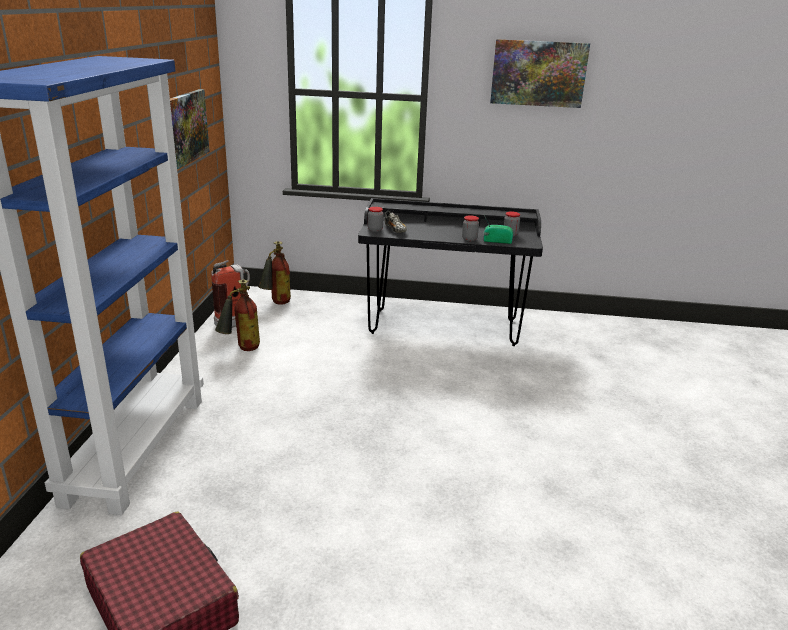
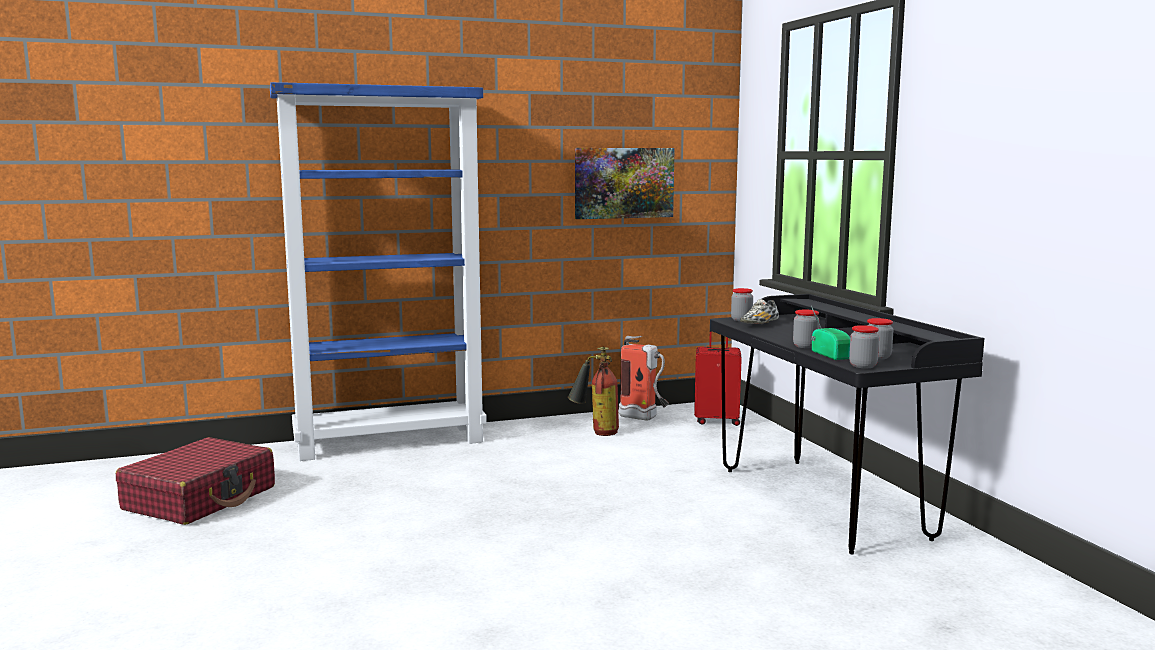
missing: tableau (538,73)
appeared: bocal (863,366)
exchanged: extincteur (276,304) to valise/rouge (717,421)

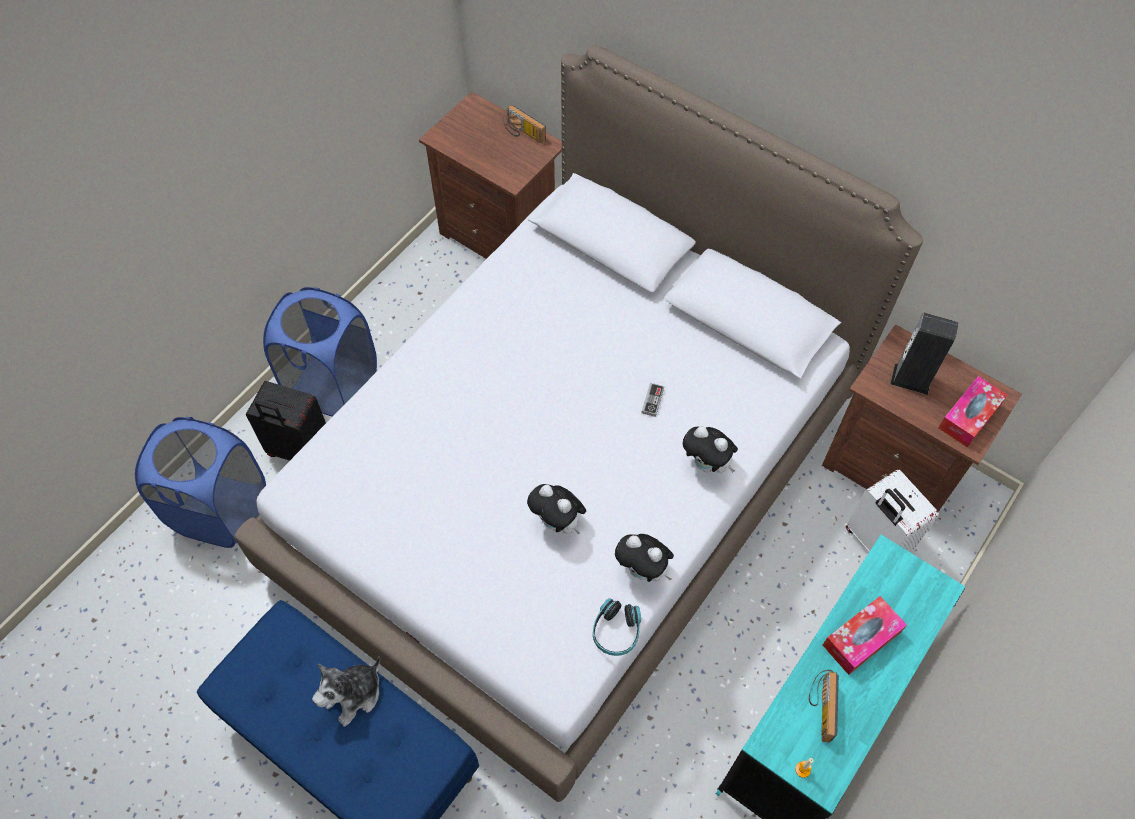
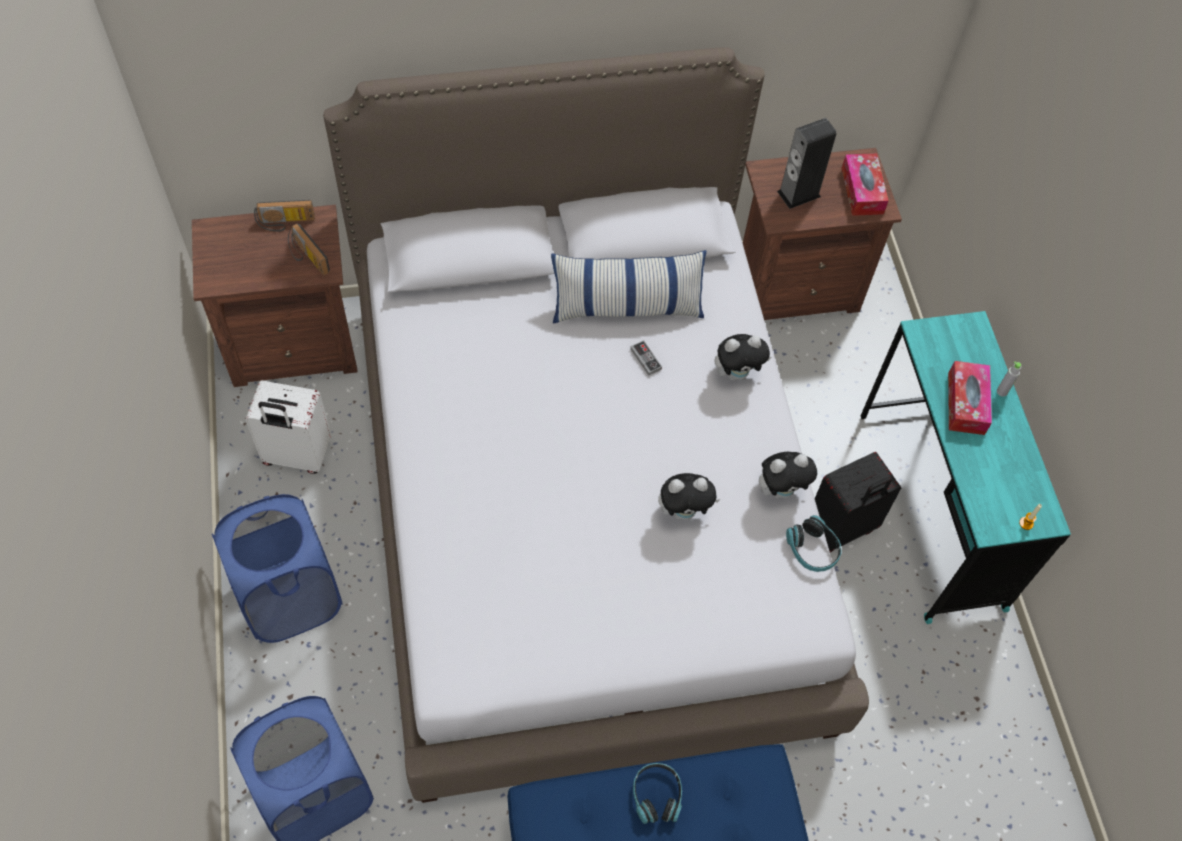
appeared: coussin (627,307); bouteille/gris (1002,391)
relocated: valise/noir (298,450) to (841,528); radio (820,707) to (306,258); valise/blanc (875,541) to (296,455)
exchanged: peluche (354,695) to casque audio (656,796)

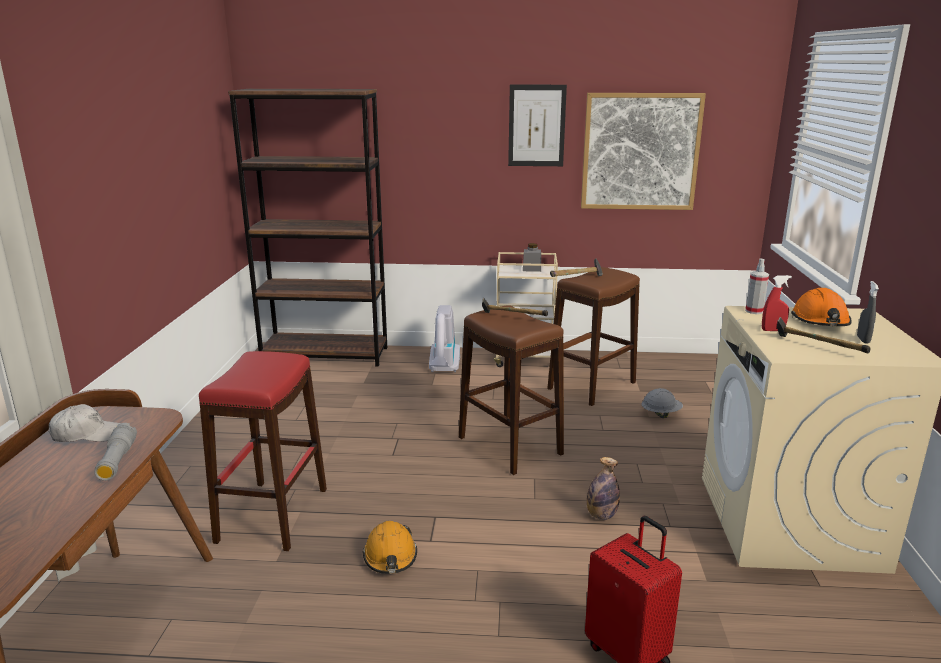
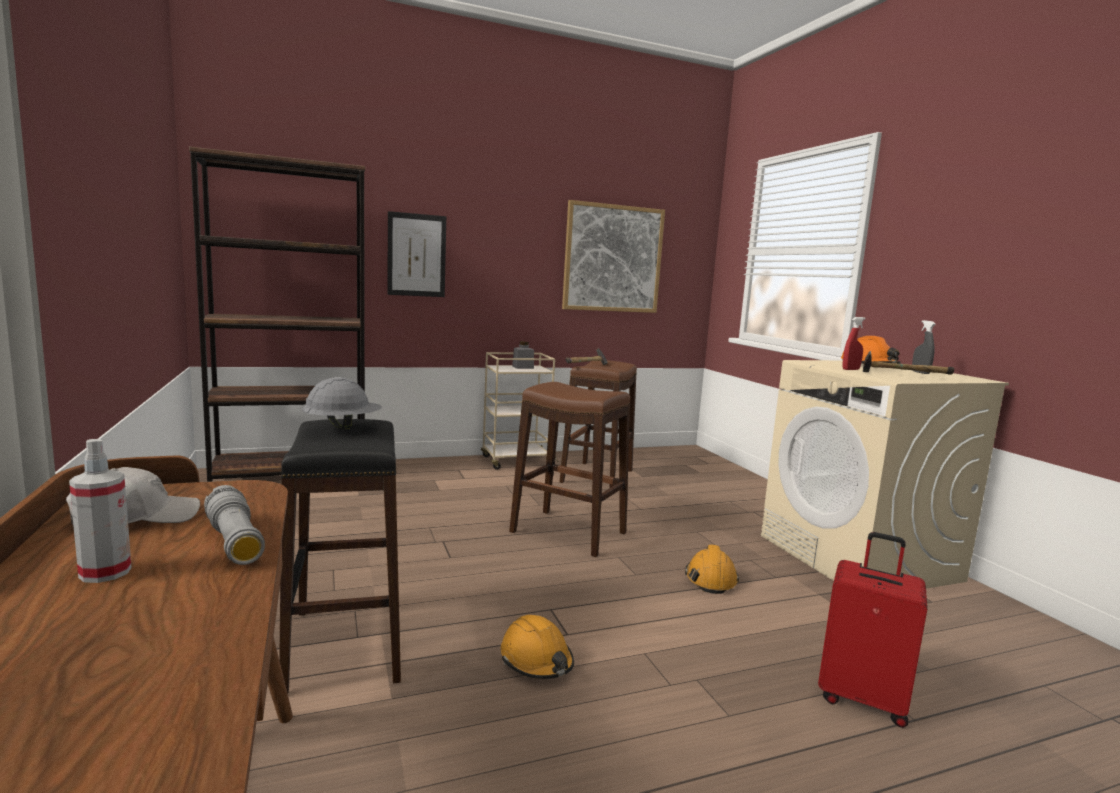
missing: aspirateur (444,372); marteau (512,317)
relocated: tableau (536,126) to (416,255); casque de chantier/gris (660,414) to (343,428); vaporisateur (754,311) to (105,572)
exchanged: bouteille (601,515) to casque de chantier/orange (710,578)
colour: tabouret/rouge (273,514) to tabouret/noir (345,644)

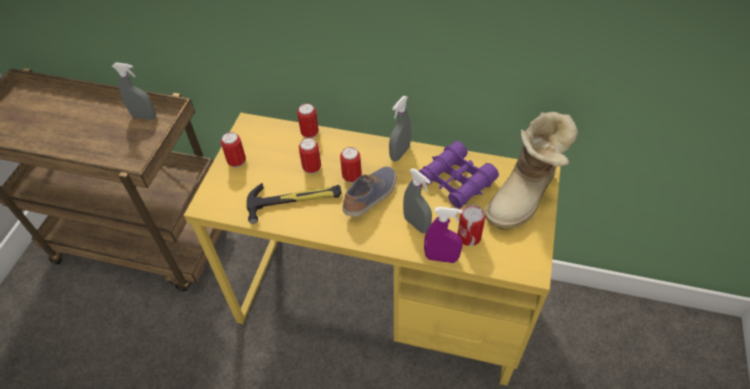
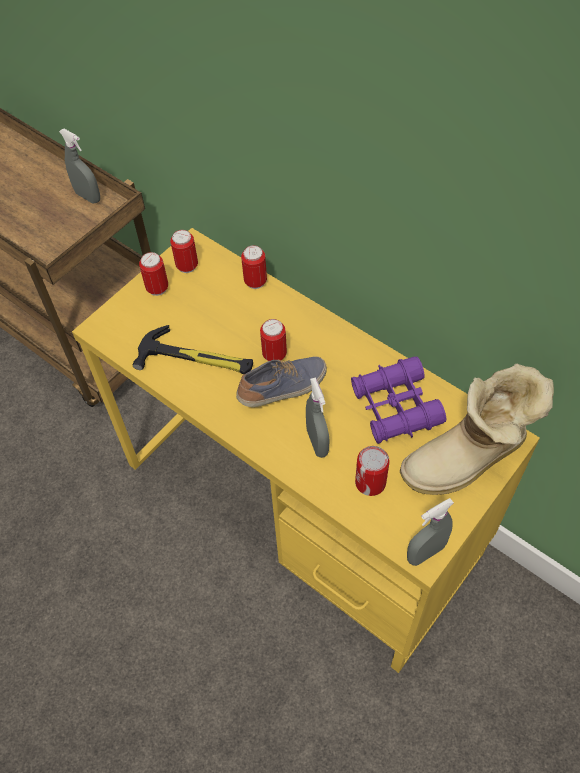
missing: vaporisateur/violet (441,258)
relocated: boîte métallique (312,168) to (187,266); vaporisateur/gris (400,153) to (425,553)

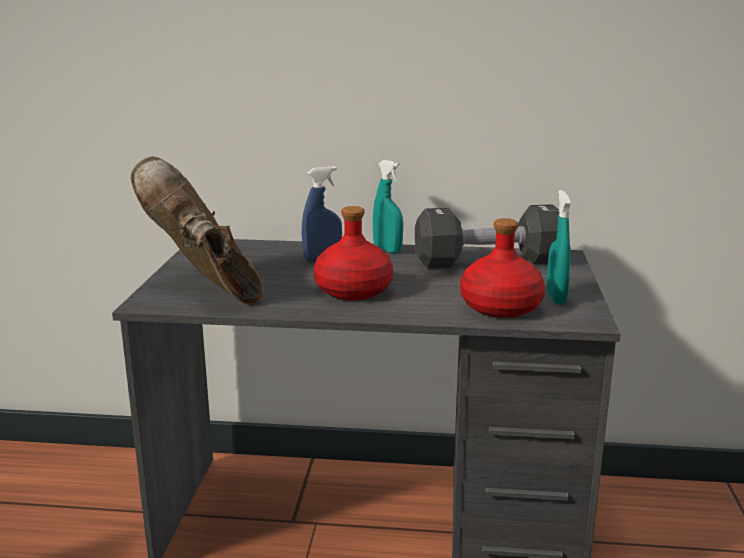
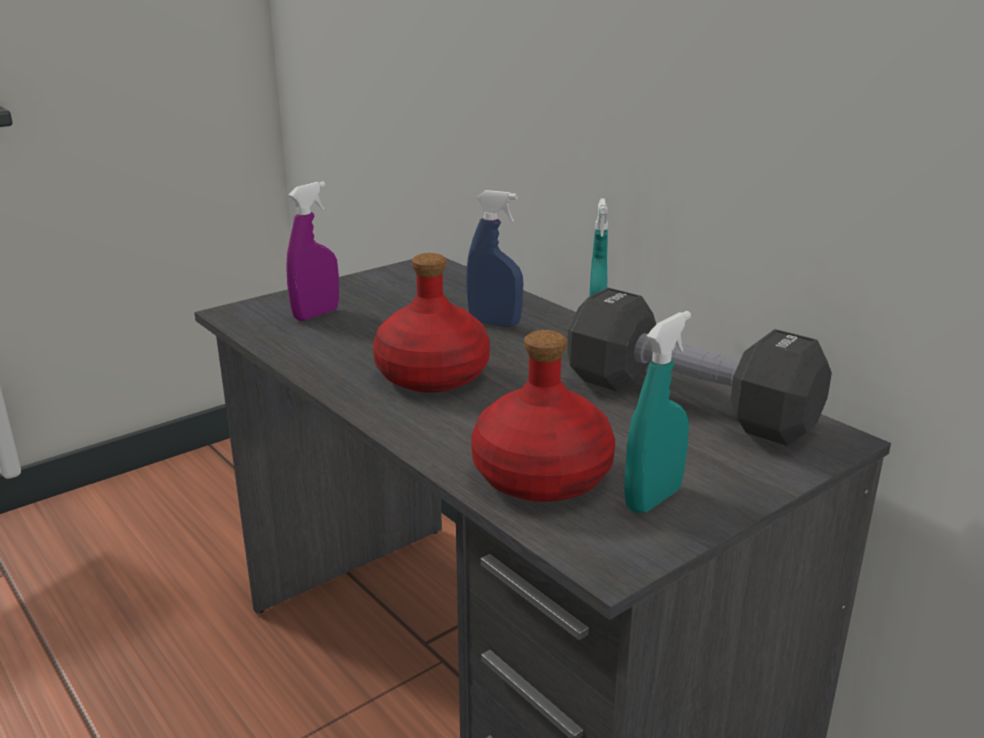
exchanged: botte/marron (206,287) to vaporisateur/violet (316,314)

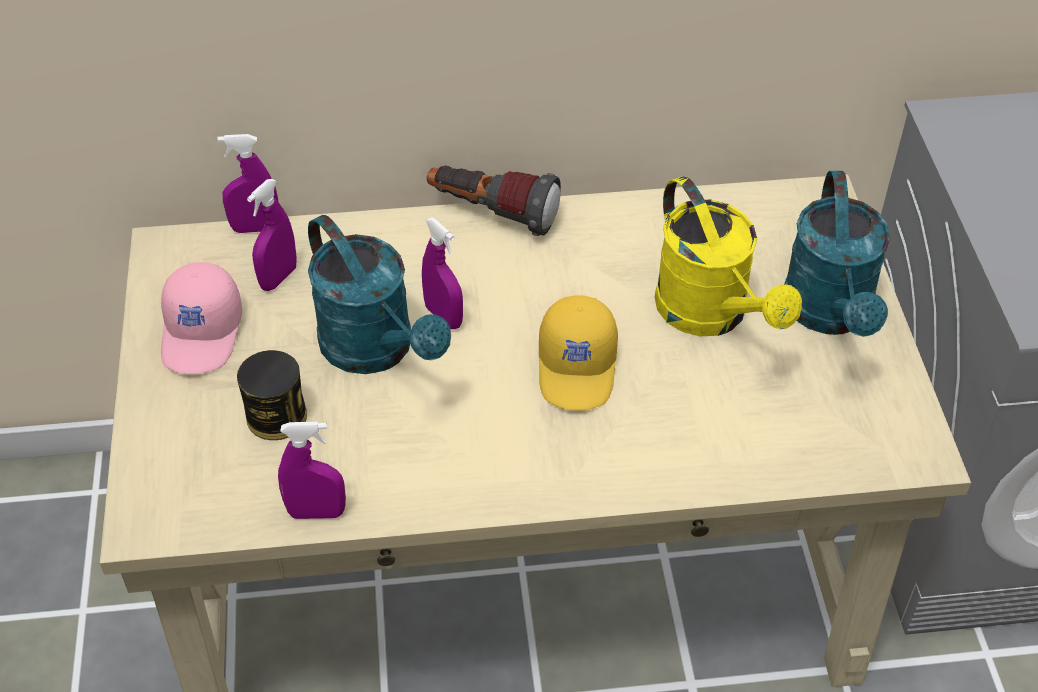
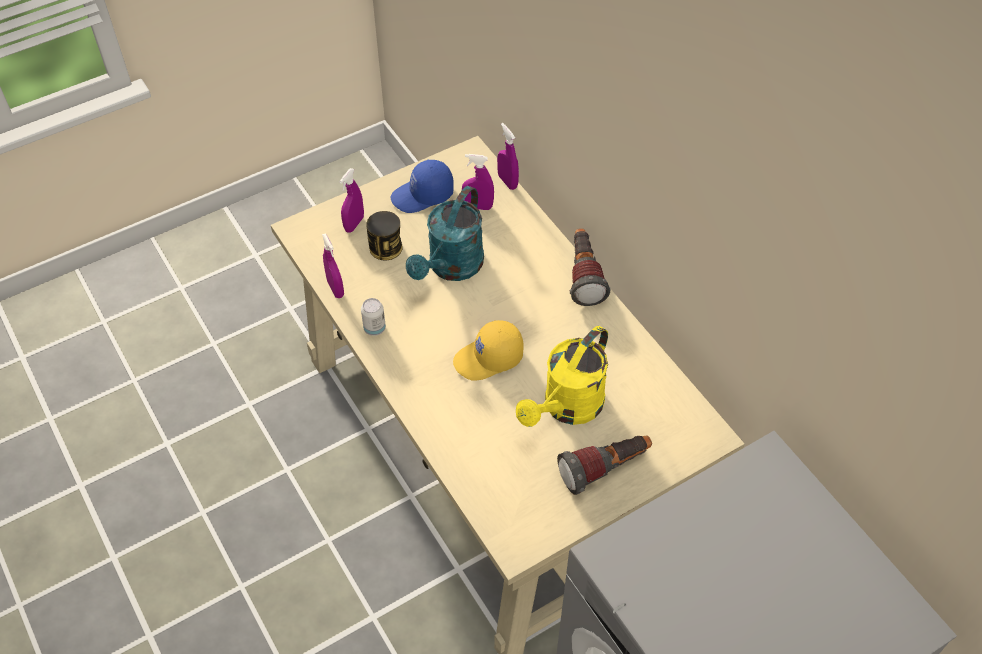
appeared: boîte métallique (374,328)
relocated: vaporisateur/violet (443,316) to (354,224)
exchanged: arrosoir/turquoise (831,314) to lampe de poche (605,469)
colour: casquette/rose (203,333) to casquette/bleu (423,195)

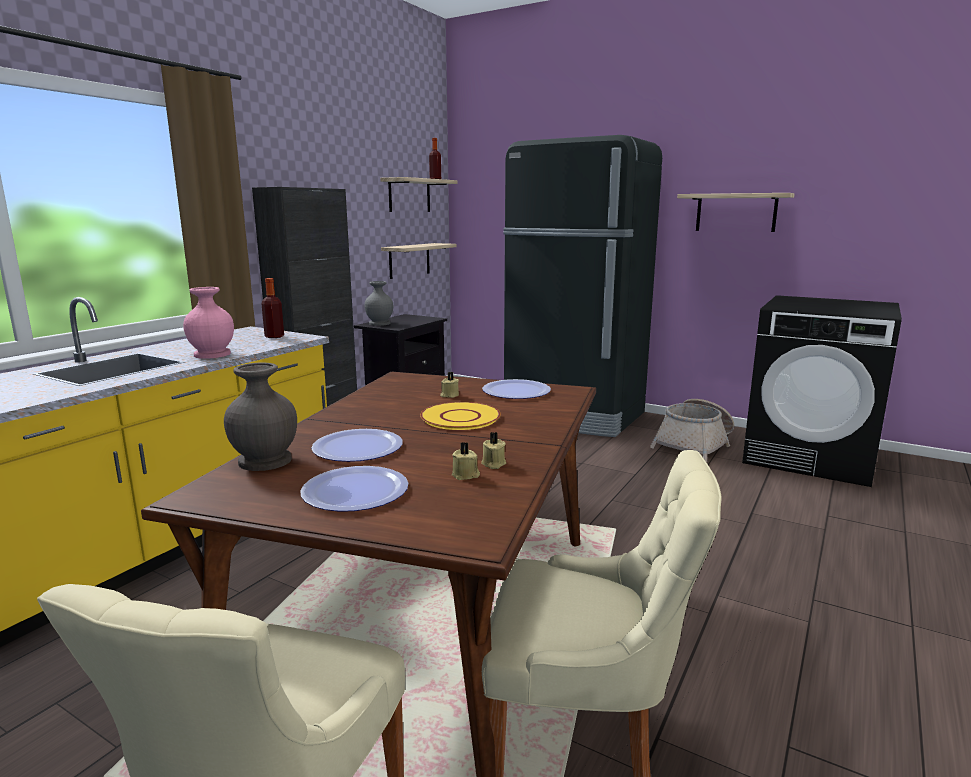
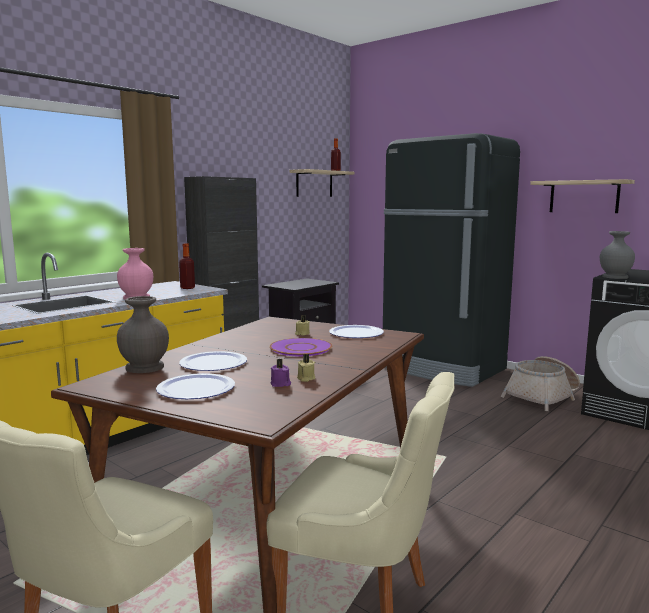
missing: étagère (409,260)
relocated: vase/gris (379,323) to (614,277)
colour: assiette/jaune (460,417) to assiette/violet (300,348); bougie/beige (466,475) to bougie/violet (280,384)

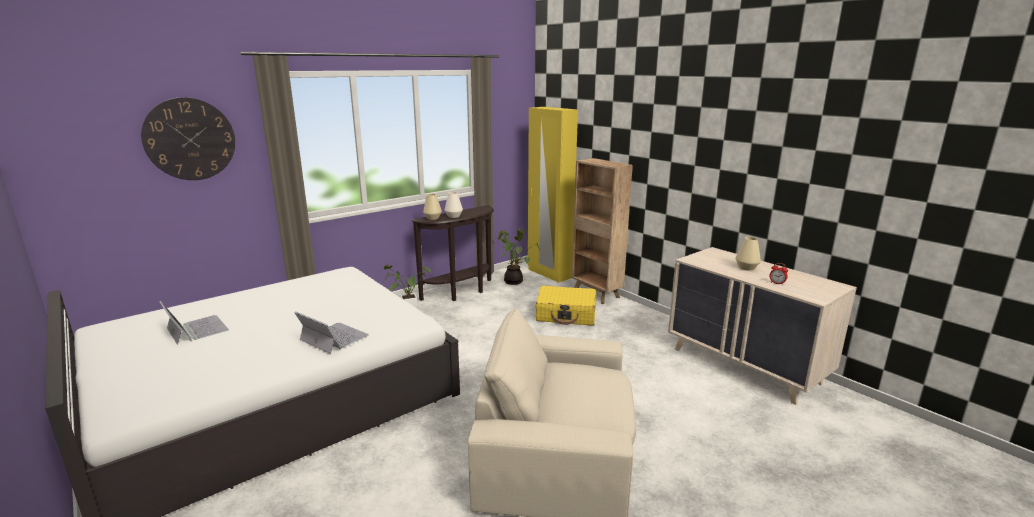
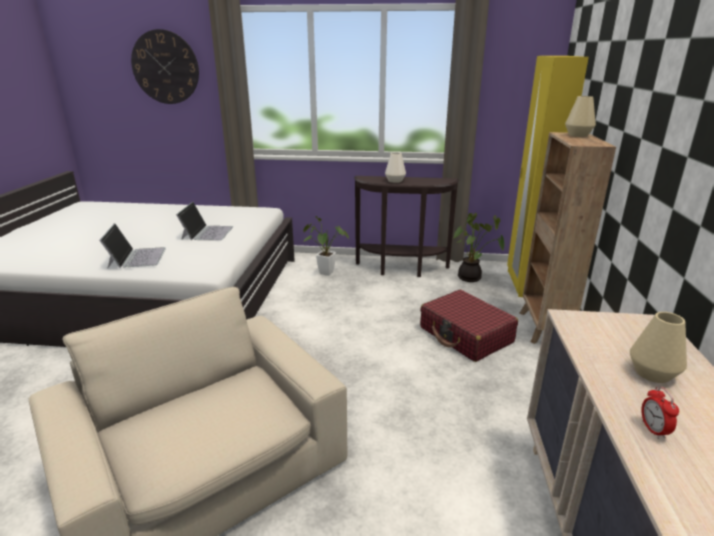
relocated: ordinateur portable (196,329) to (207,232); vase/beige (432,218) to (578,135)
colour: valise/jaune (566,314) to valise/rouge (466,335)

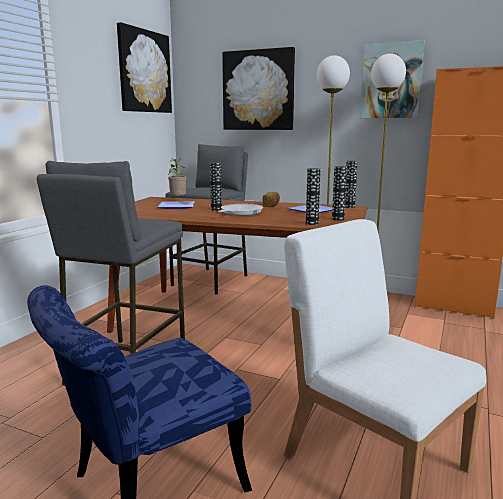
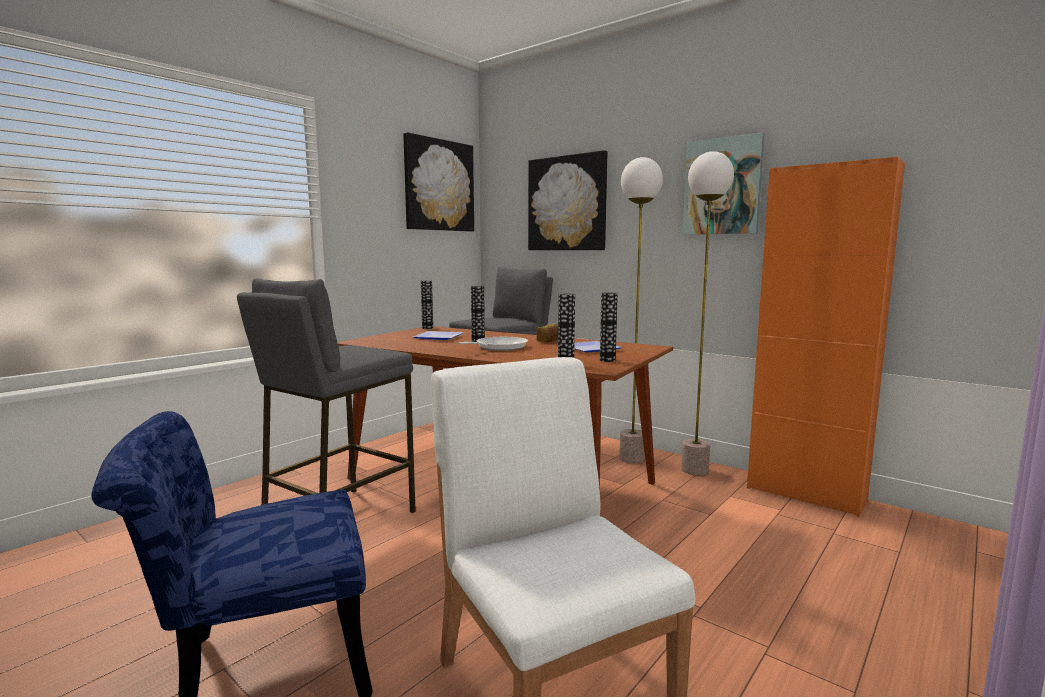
missing: plante en pot (178,200)
relocated: vase (349,207) to (427,328)

